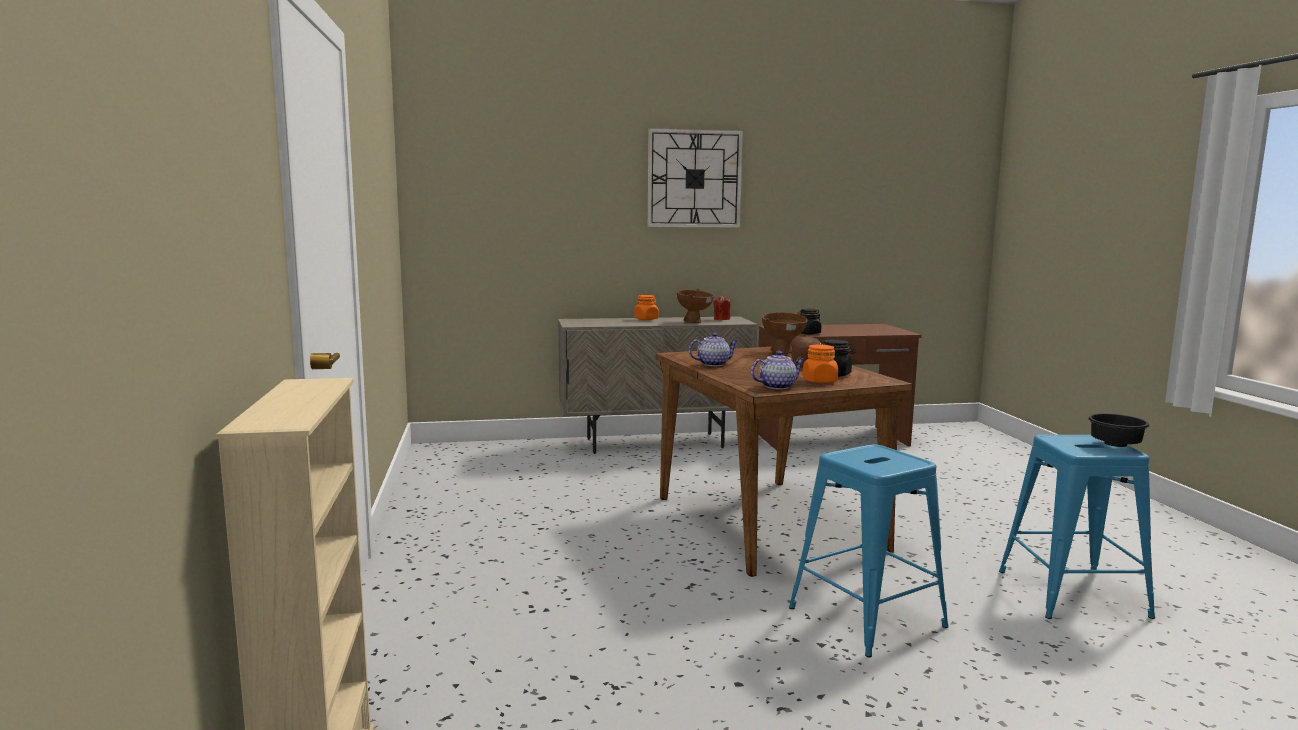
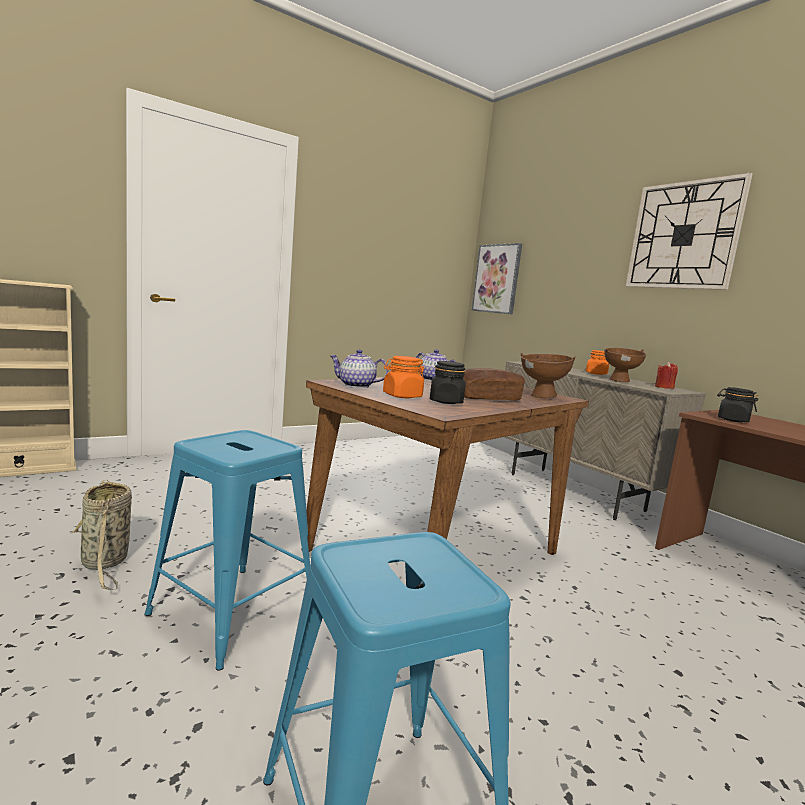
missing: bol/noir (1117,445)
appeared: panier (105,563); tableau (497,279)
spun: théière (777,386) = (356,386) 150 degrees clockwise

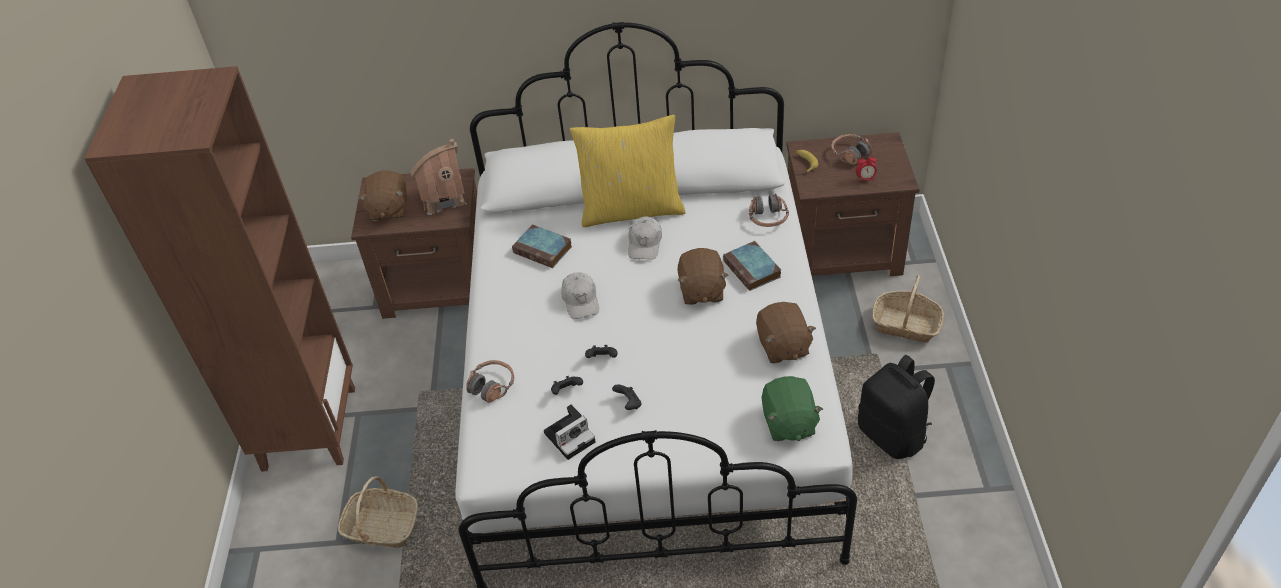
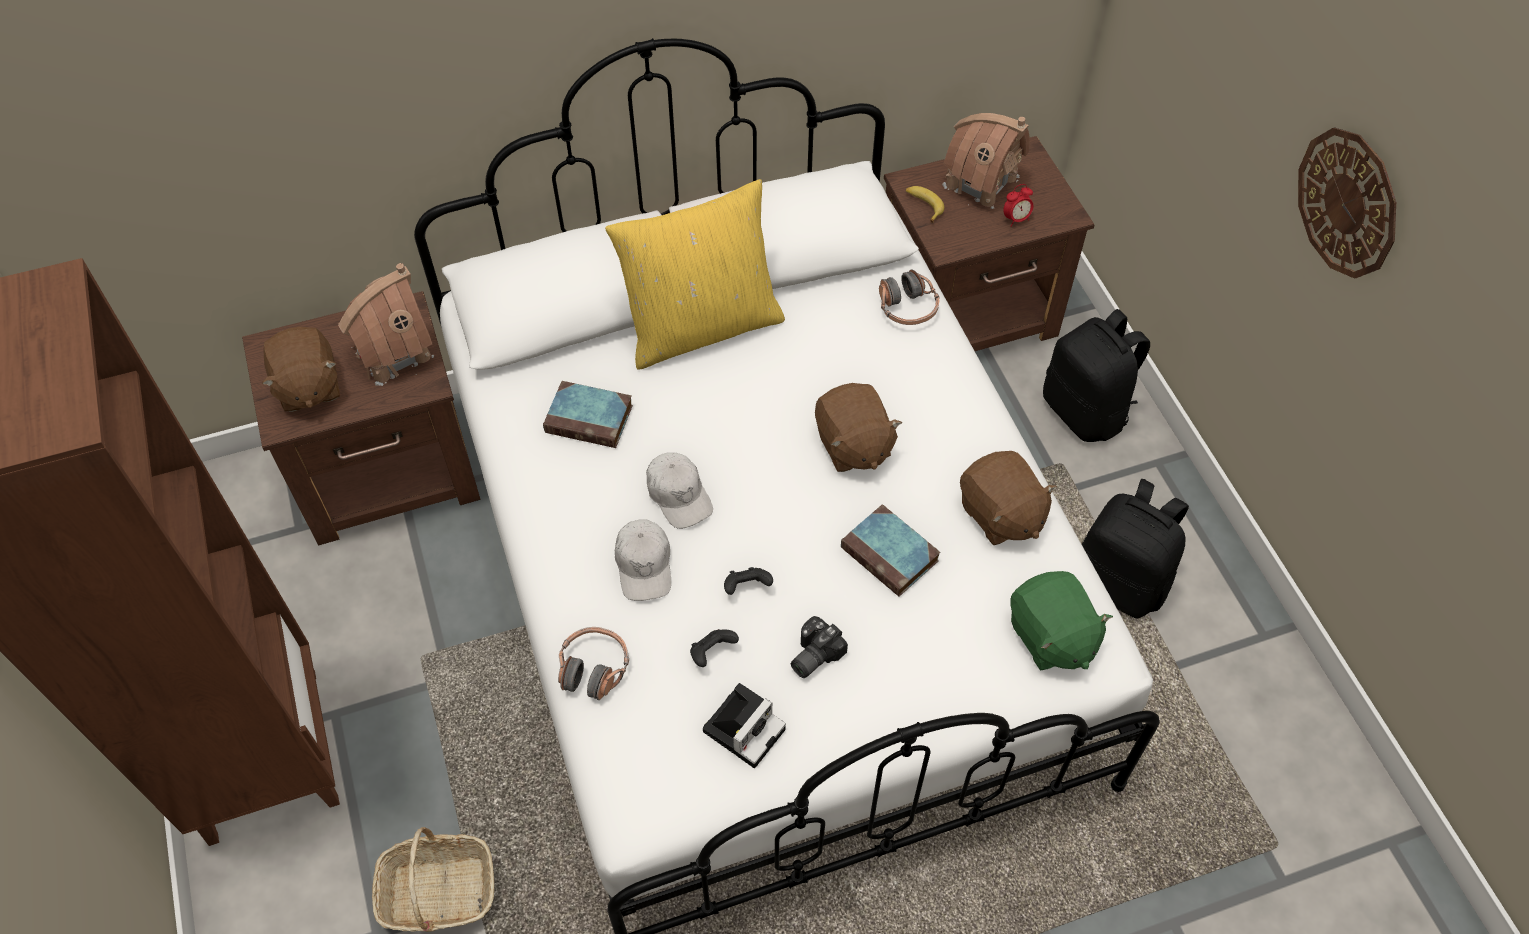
appeared: horloge murale (1347,203)
relocated: casquette/blanc (645,243) to (644,565); livre (753,270) to (891,555)
exchanged: manette/noir (628,404) to appareil photo (812,654); casque audio (850,154) to maison miniature (981,182); panier (906,325) to sac à dos/noir (1085,411)

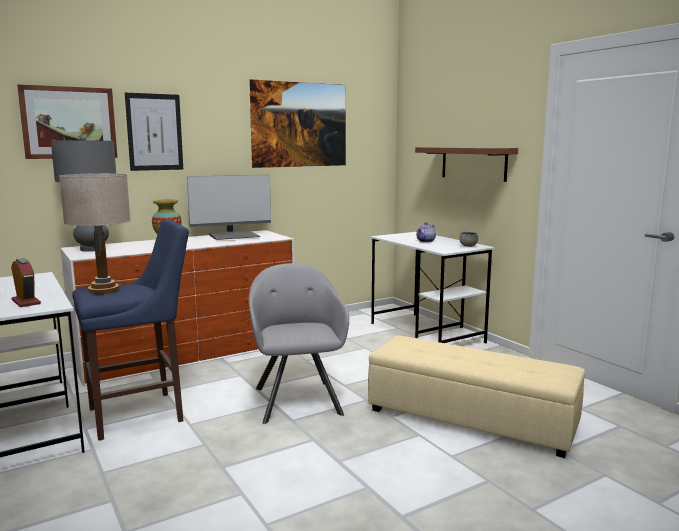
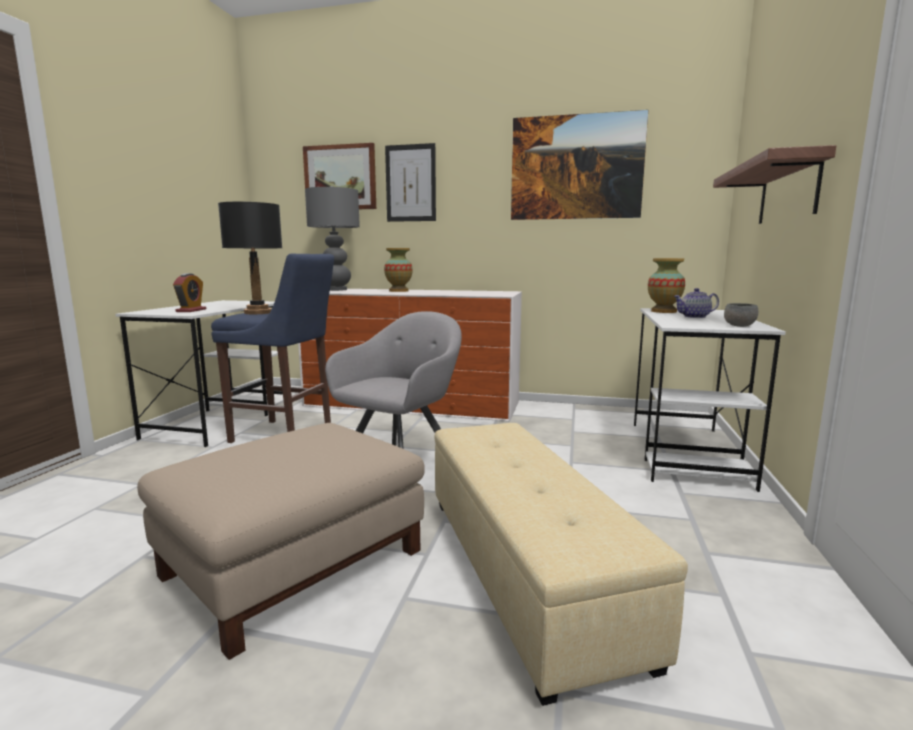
missing: écran d'ordinateur (234,236)
appeared: pouf/beige (294,562); vase (663,311)
colour: lampe de table/beige (103,290) to lampe de table/noir (258,312)

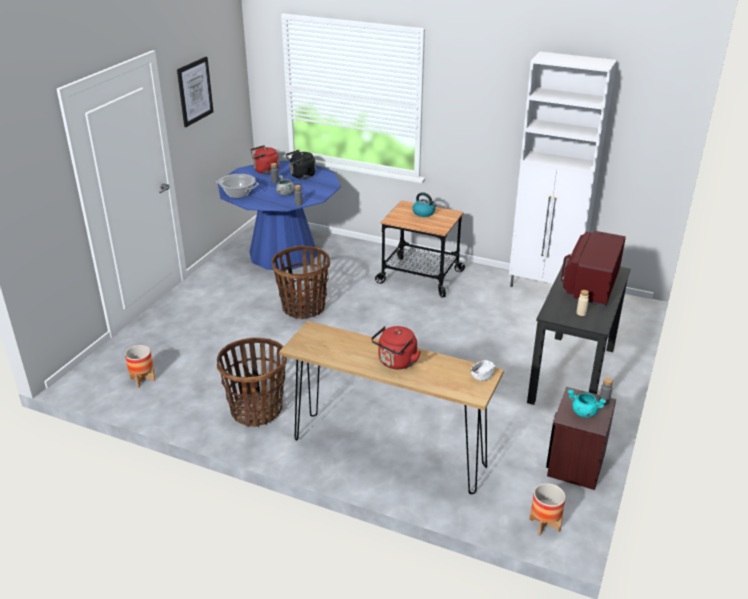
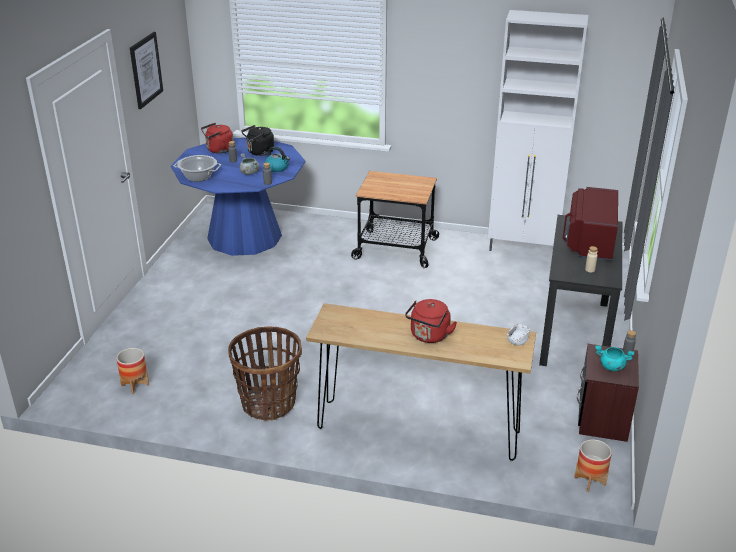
missing: panier (303,308)
relocated: bouilloire (424,213) to (277,168)

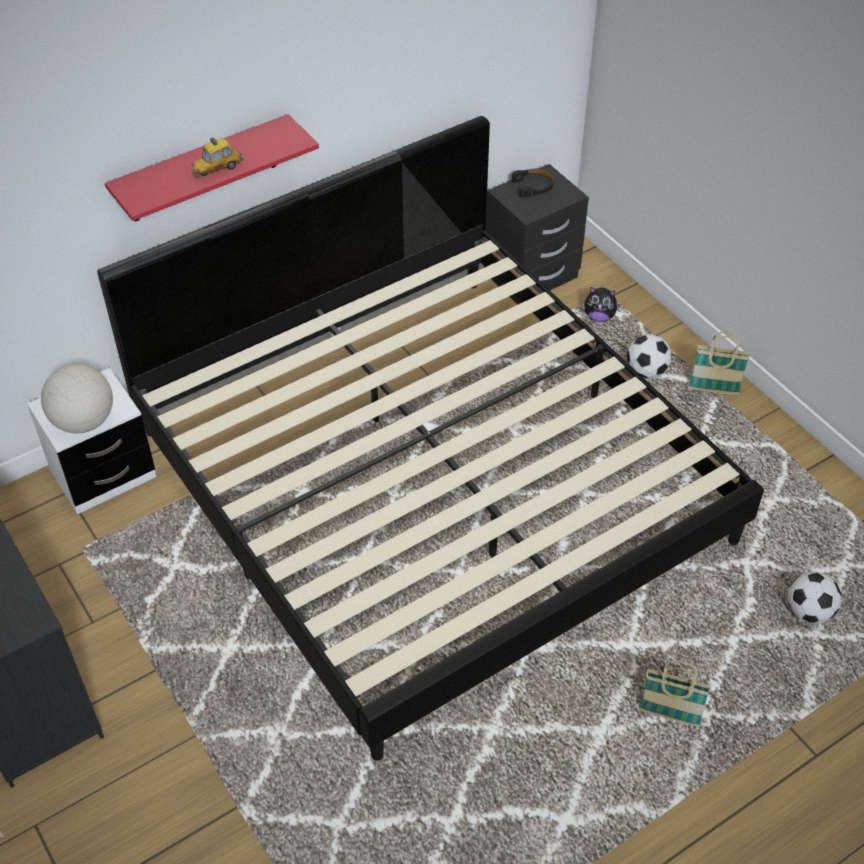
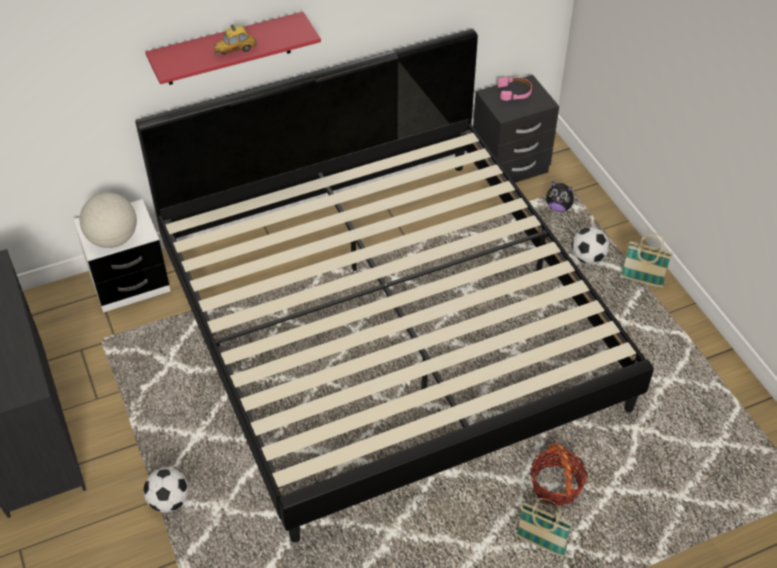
appeared: panier (556,485)
relocated: ballon de foot (808,611) to (169,501)
colour: casque audio/noir (533,186) to casque audio/rose (514,92)

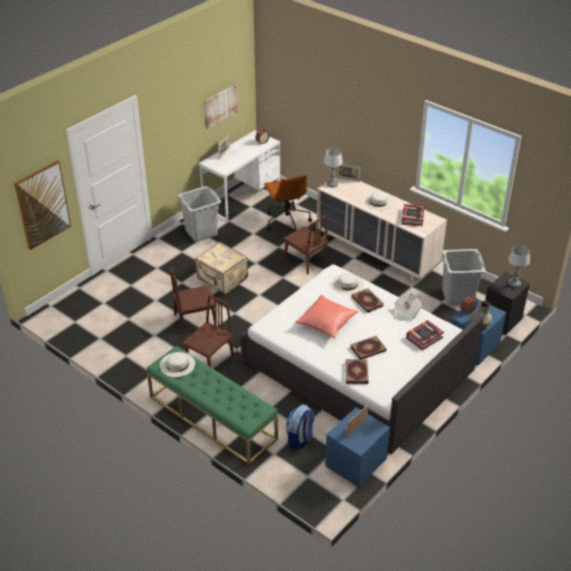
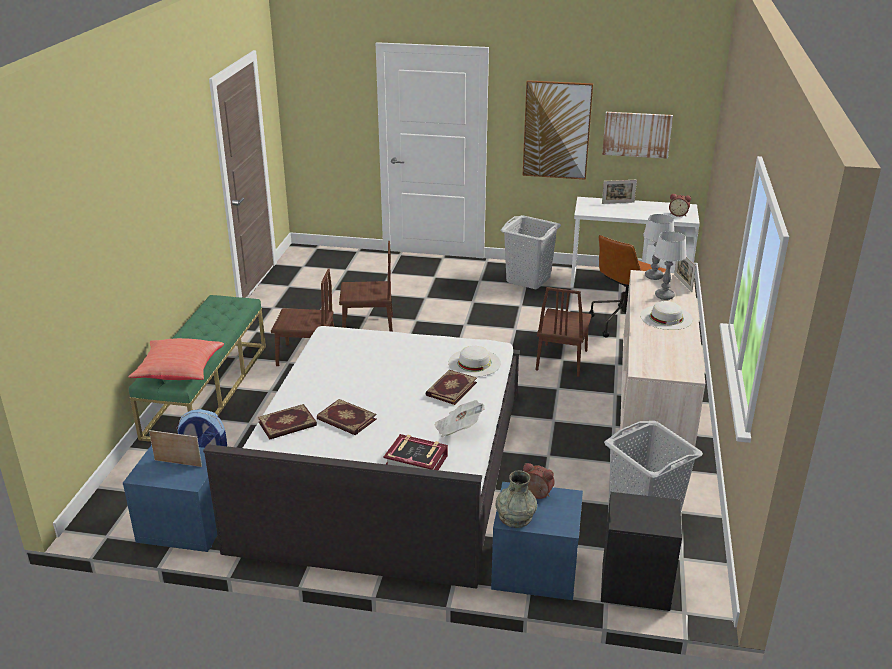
missing: chapeau/blanc (177,364); valise/beige (222,279); livre (412,217)
relocated: tableau (42,205) to (556,130); coussin/rouge (327,324) to (179,373); lampe de table (514,284) to (665,296)
spun: chaise/marron (195,320) = (368,326) 135 degrees clockwise

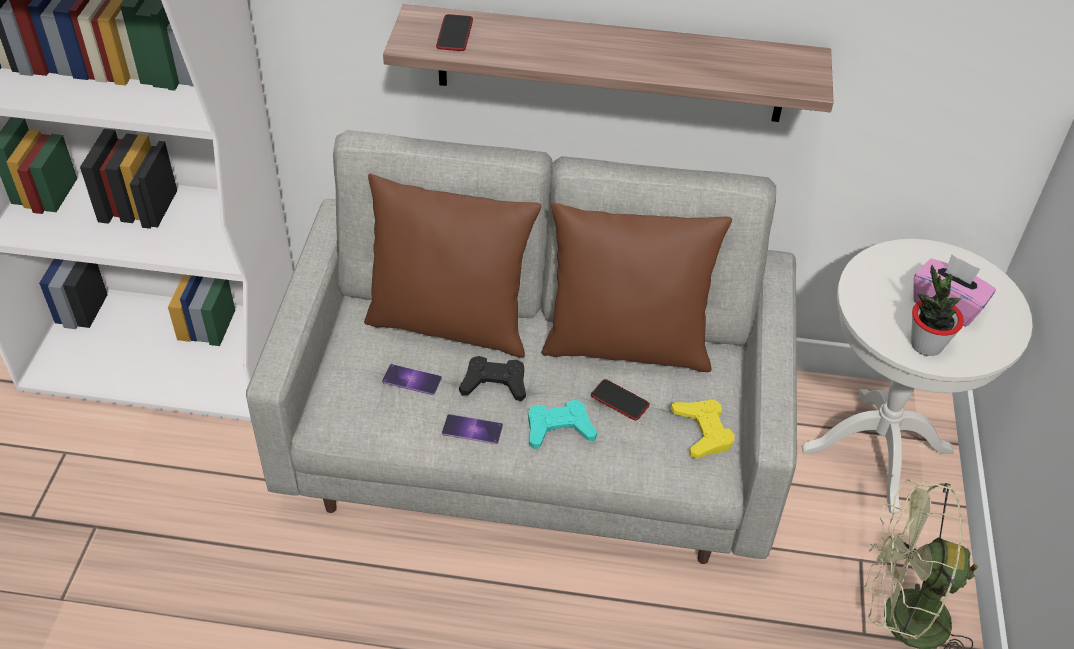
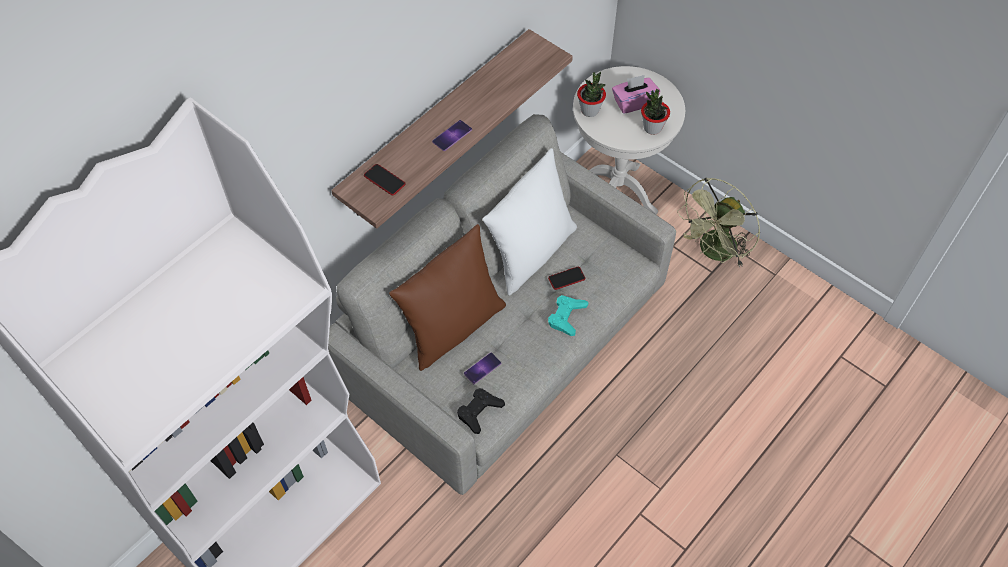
missing: manette/jaune (702,432)
appeared: plante en pot (590,110)
relocated: téléphone (472,429) to (452,135); manette/noir (494,383) to (479,411)
colour: coussin/marron (626,345) to coussin/blanc (530,253)

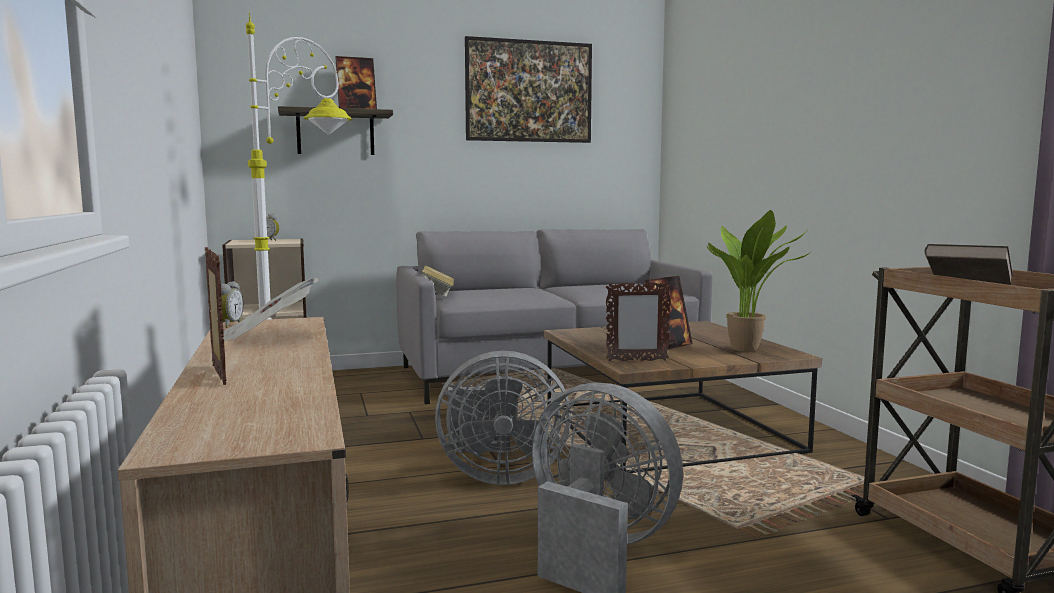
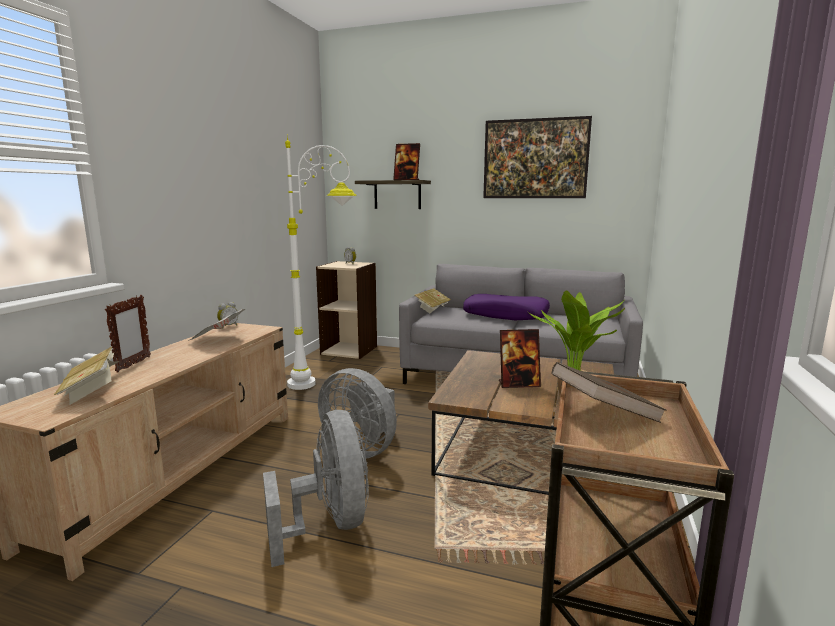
missing: cadre photo (636,360)
appeared: livre (92,390); coussin/violet (506,315)

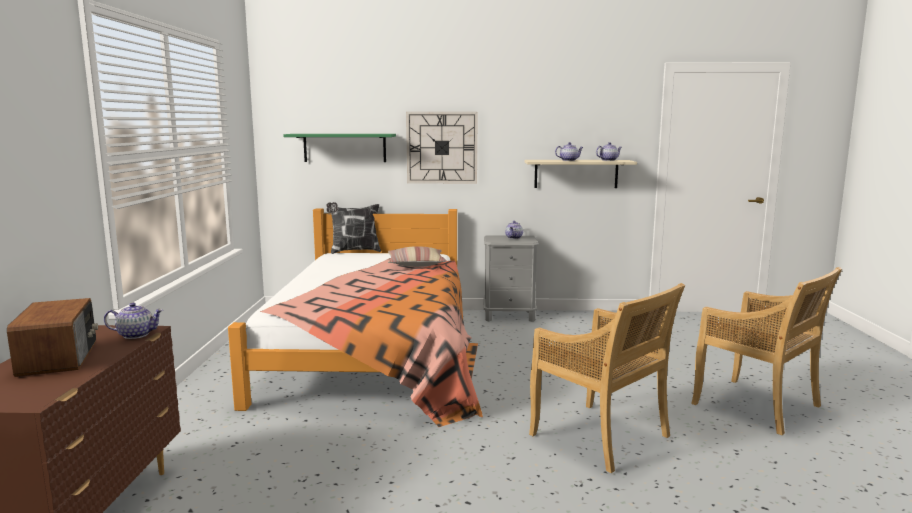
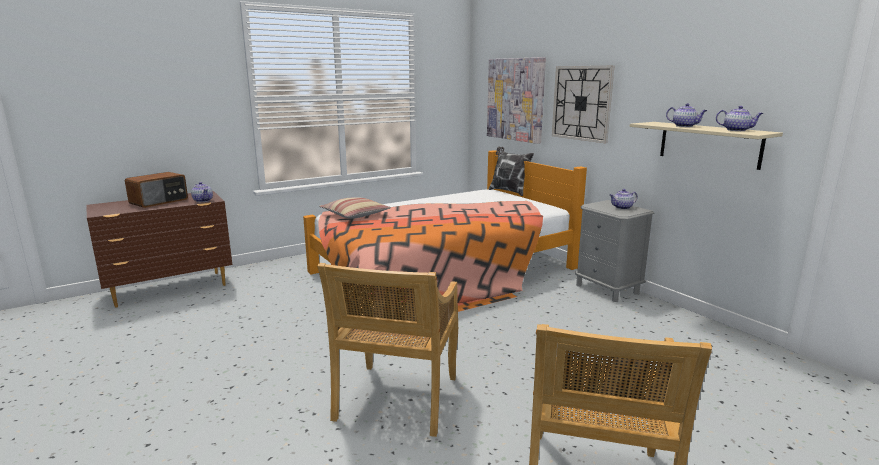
relocated: coussin (416,264) to (355,215)
exchanged: étagère/vert (344,147) to tableau (515,99)

